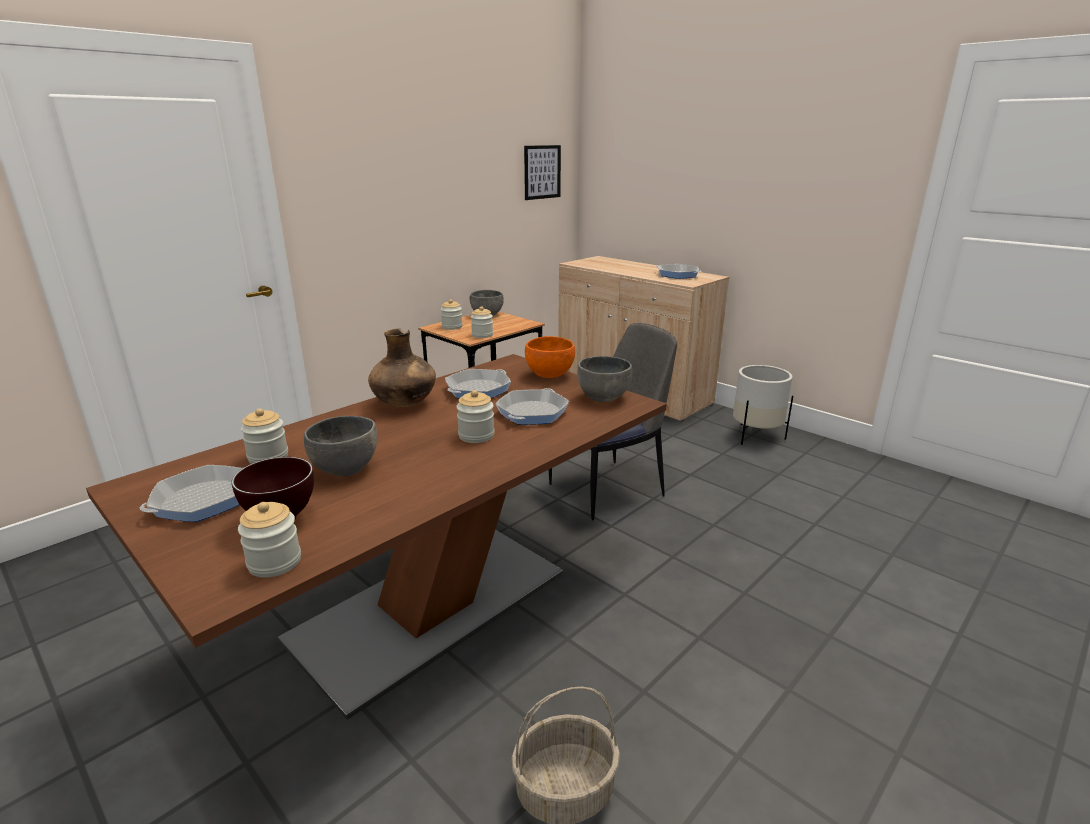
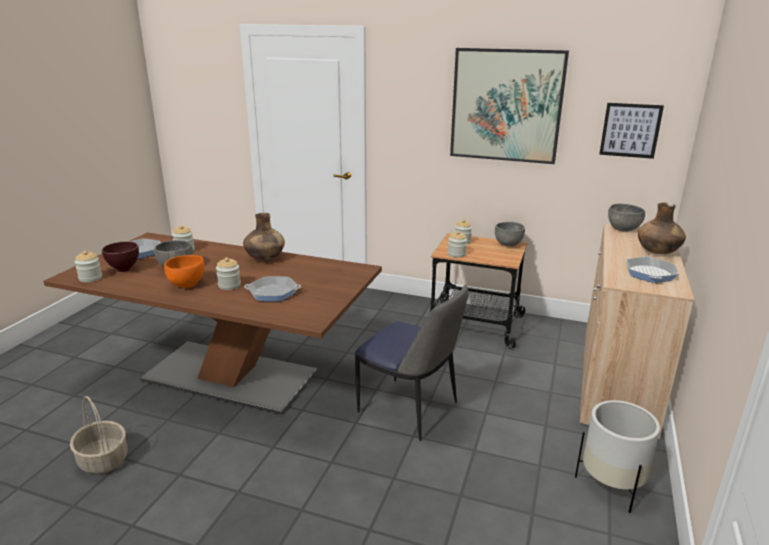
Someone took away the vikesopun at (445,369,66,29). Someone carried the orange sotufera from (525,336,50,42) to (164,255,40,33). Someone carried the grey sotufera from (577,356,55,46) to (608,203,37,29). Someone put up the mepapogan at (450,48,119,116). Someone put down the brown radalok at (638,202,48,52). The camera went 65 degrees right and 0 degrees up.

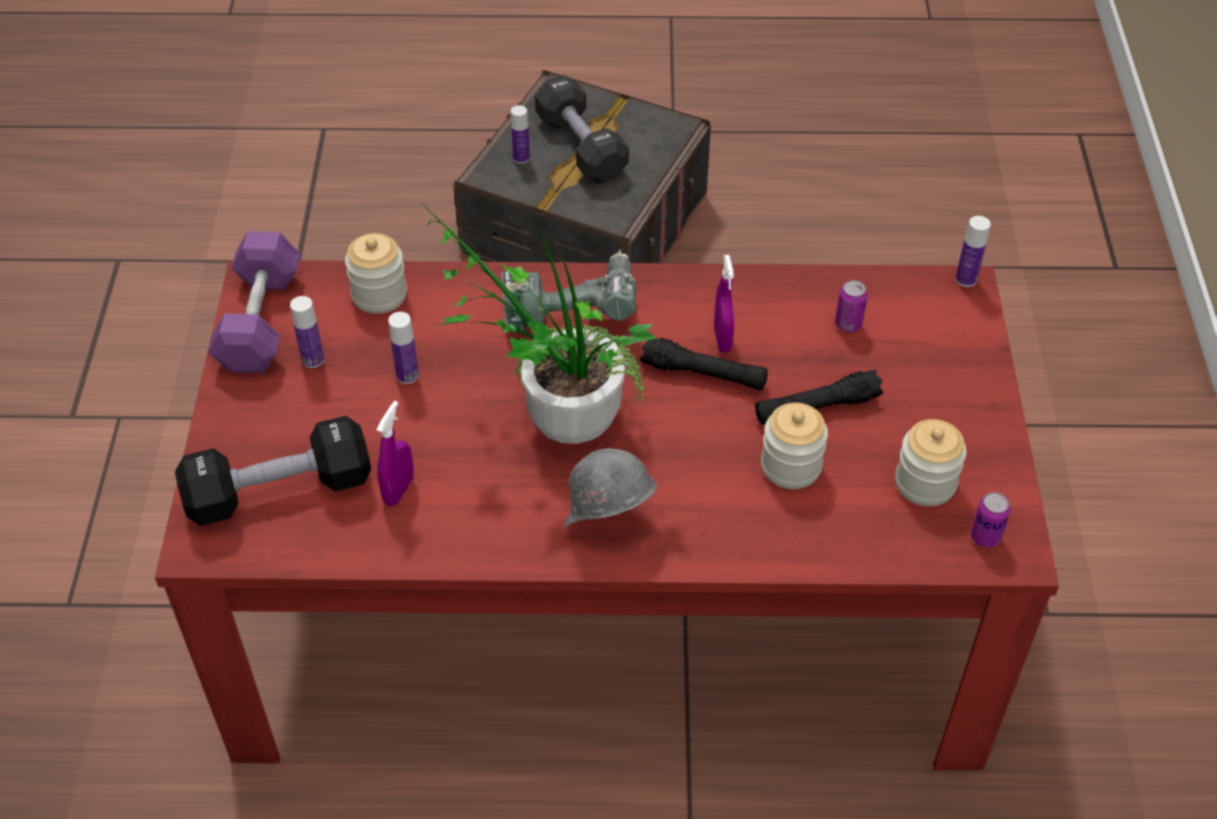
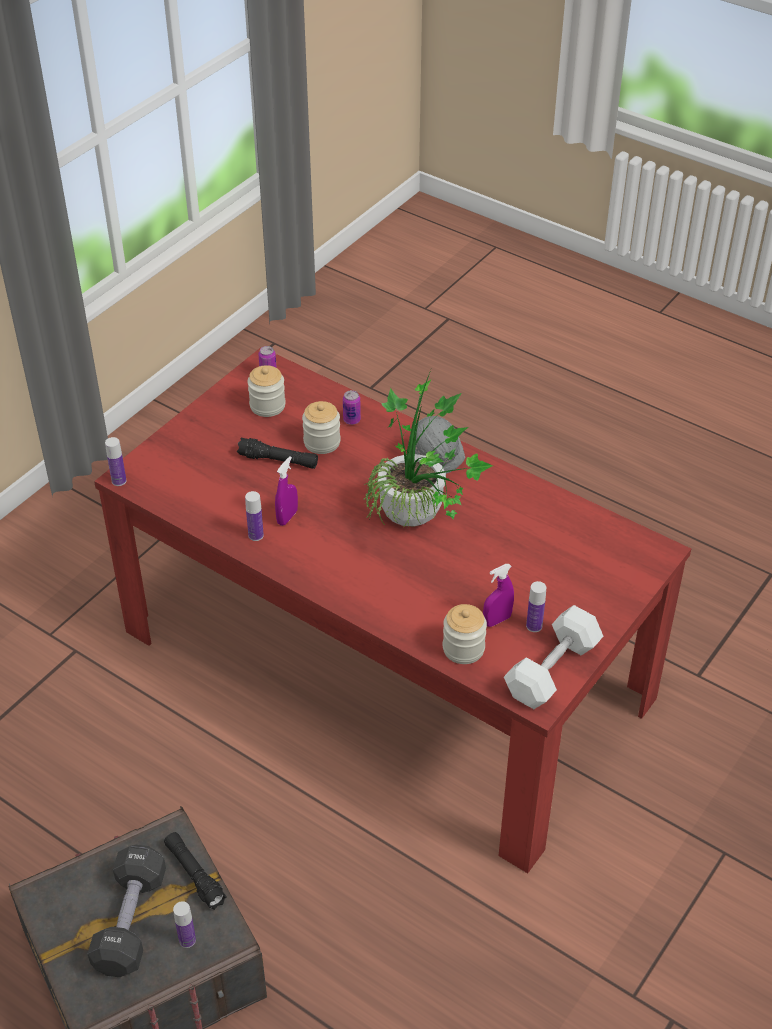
Someone took away the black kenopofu at (175,416,196,110). Someone repainted the purple kenopofu at (208,231,93,142), which became the white kenopofu at (504,605,99,104). Someone carried the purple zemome from (376,401,38,105) to (483,564,31,63). Someone carried the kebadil from (388,312,31,72) to (245,491,19,50). Someone took away the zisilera at (502,249,135,84). Someone carried the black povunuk from (640,338,128,52) to (164,832,63,78). Someone carried the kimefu from (835,280,33,52) to (343,390,18,35). The camera went 145 degrees left and 5 degrees down.

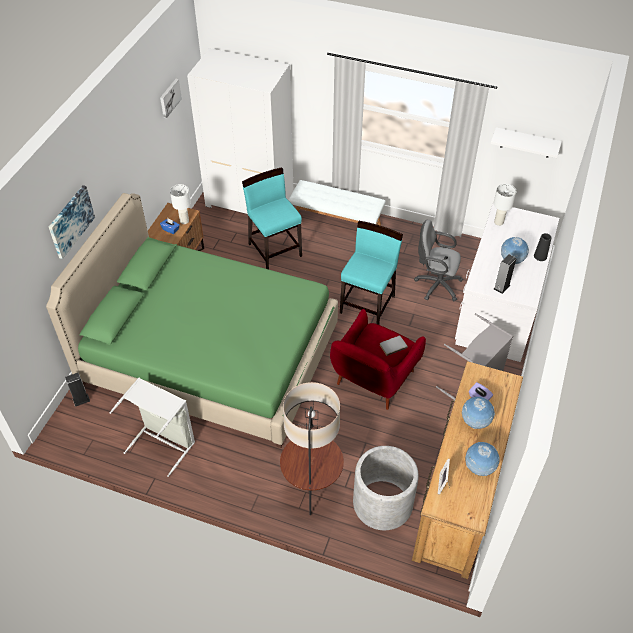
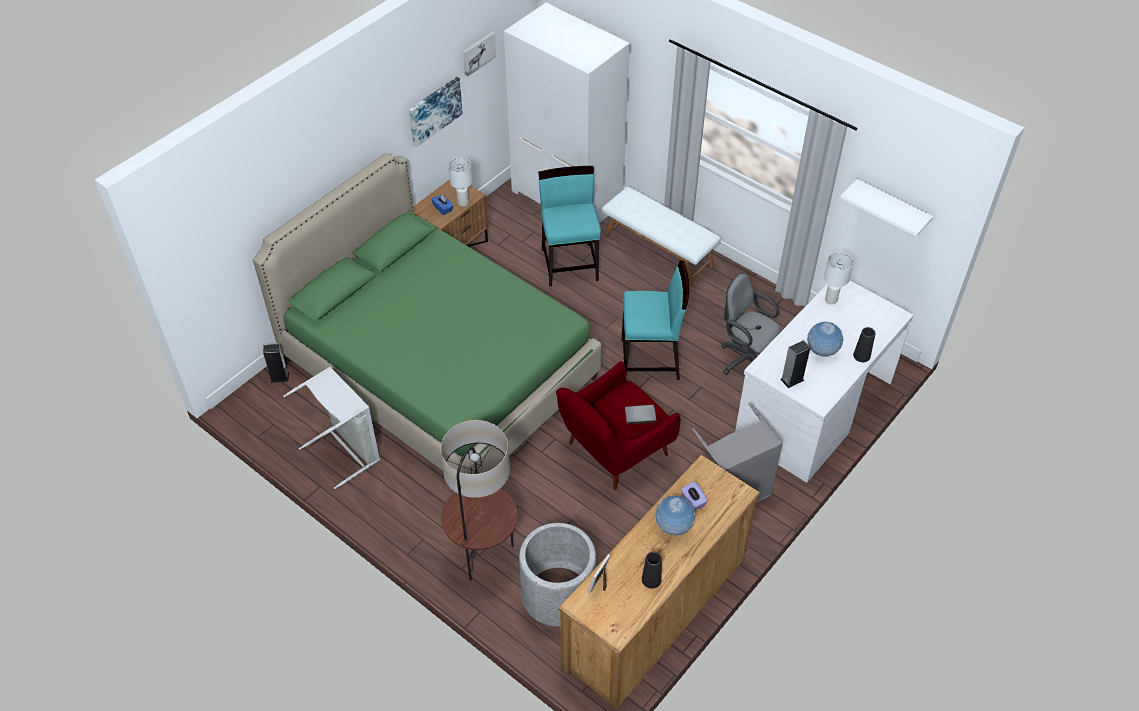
Someone carried the mepapogan from (49,185,46,74) to (409,77,54,70). Someone rotated the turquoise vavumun at (340,221,63,104) by 45 degrees clockwise. Someone swapped the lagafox at (465,442,34,34) for the black radalok at (642,552,20,37). The camera went 20 degrees right and 0 degrees up.

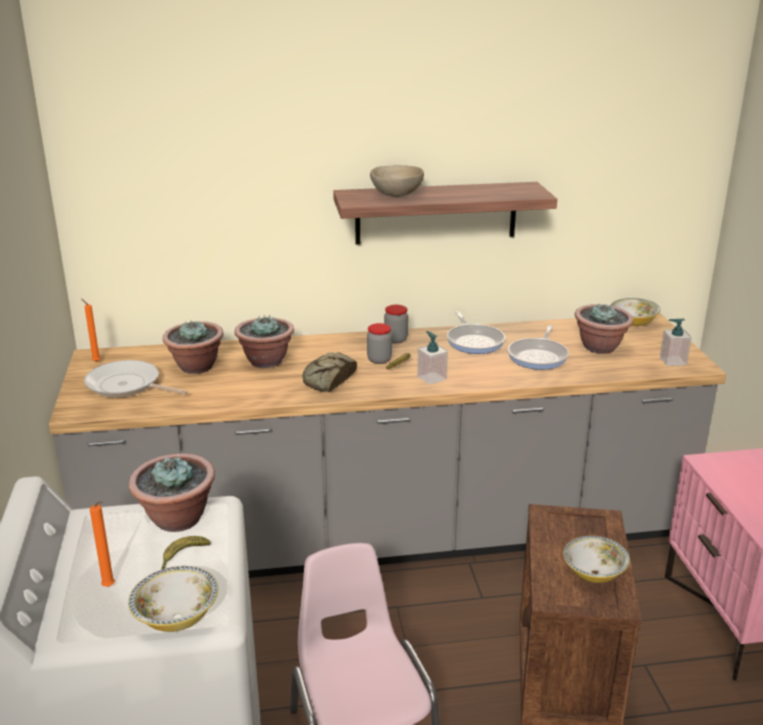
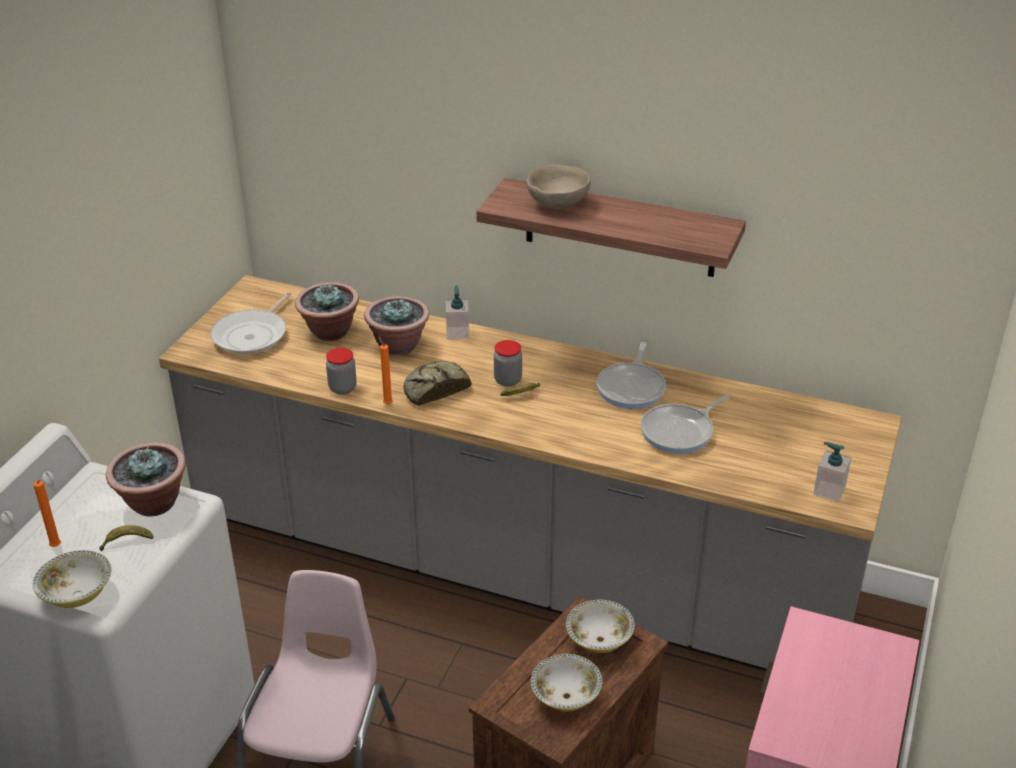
Someone carried the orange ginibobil from (81,298,20,64) to (378,336,15,69). Someone rotated the vikesopun at (84,360,104,38) by 120 degrees counterclockwise. Someone carried the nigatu from (384,305,24,39) to (326,348,31,47). Someone carried the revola from (417,331,31,54) to (446,285,23,55). Someone took away the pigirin at (575,304,58,50). Someone carried the sotufera from (611,298,50,28) to (566,600,69,53). The camera went 30 degrees right and 10 degrees up.

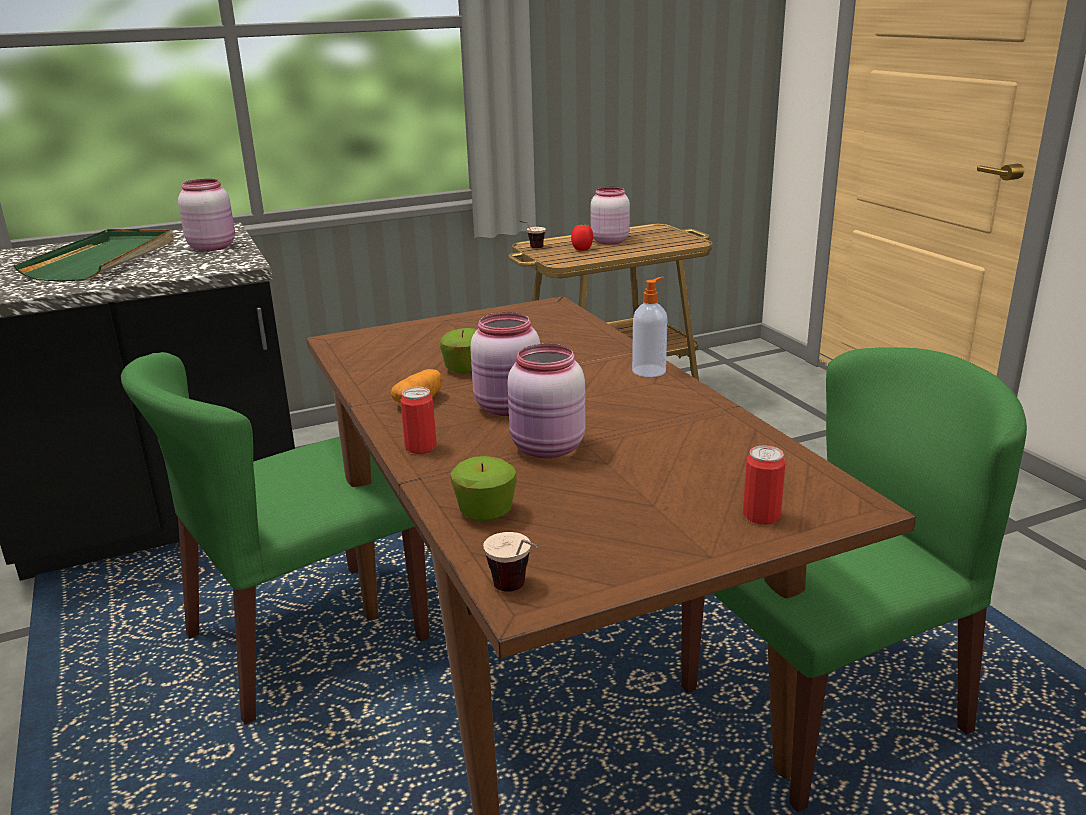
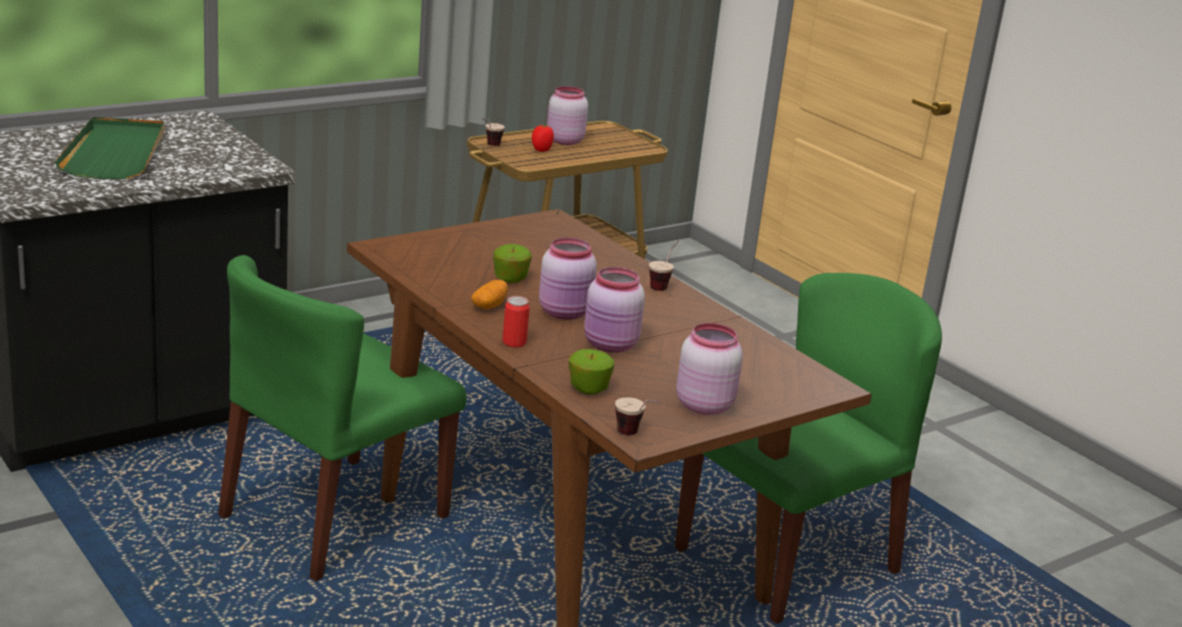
Someone carried the pink nigatu from (178,179,57,72) to (676,323,67,92). Someone swapped the revola at (632,277,36,100) for the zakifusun at (649,240,30,51). Someone took away the kimefu at (743,446,42,78). The camera went 15 degrees left and 0 degrees up.

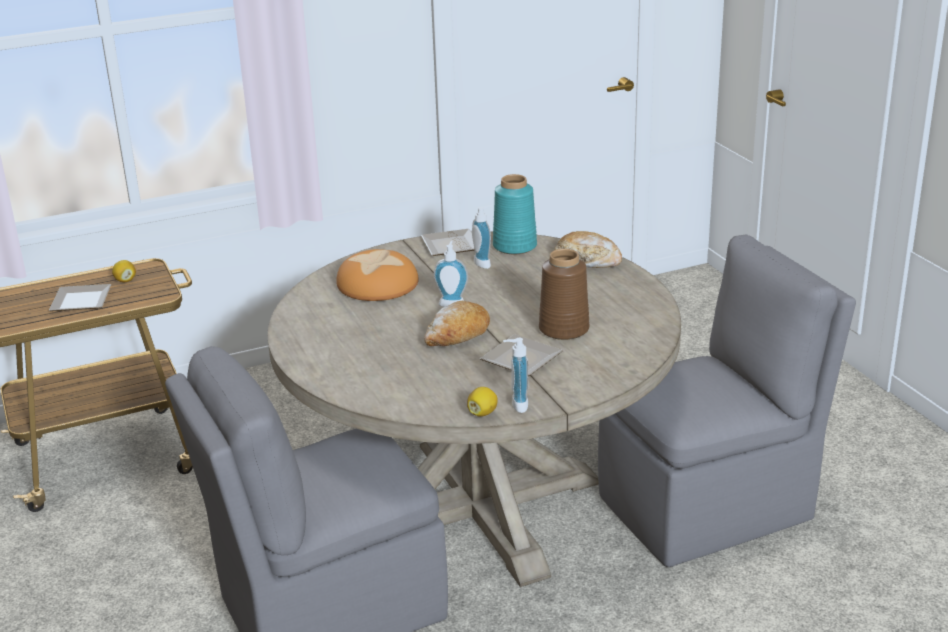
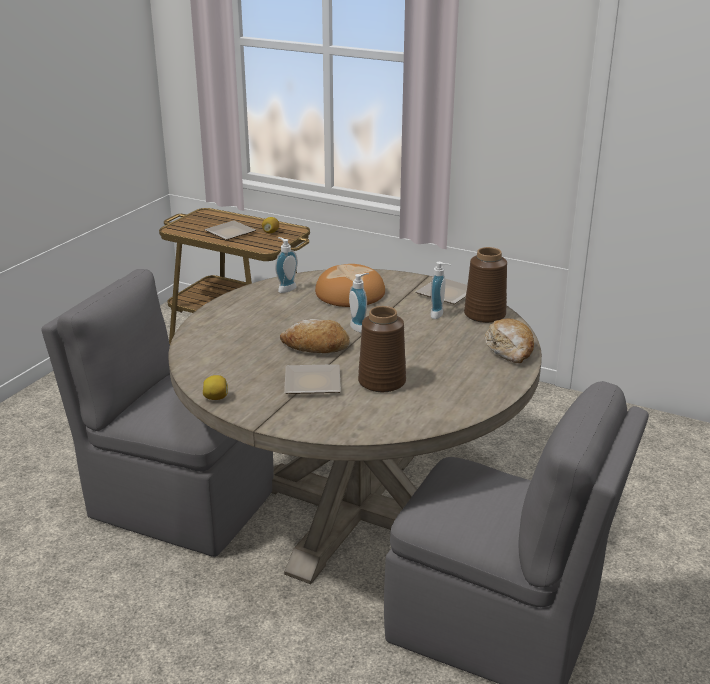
Someone repainted the turquoise radalok at (493,174,44,80), which became the brown radalok at (464,247,43,76). Someone carried the revola from (503,338,25,75) to (275,237,23,56). The camera went 50 degrees right and 0 degrees up.

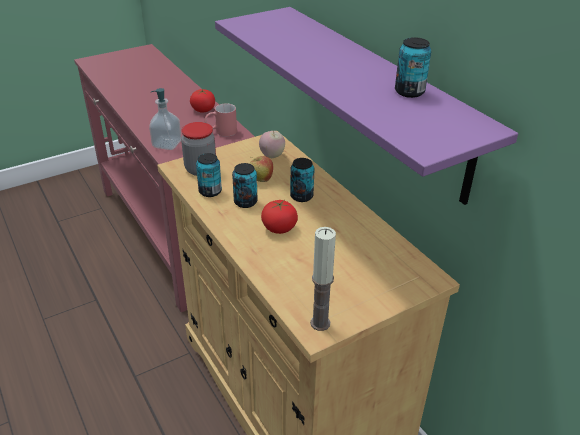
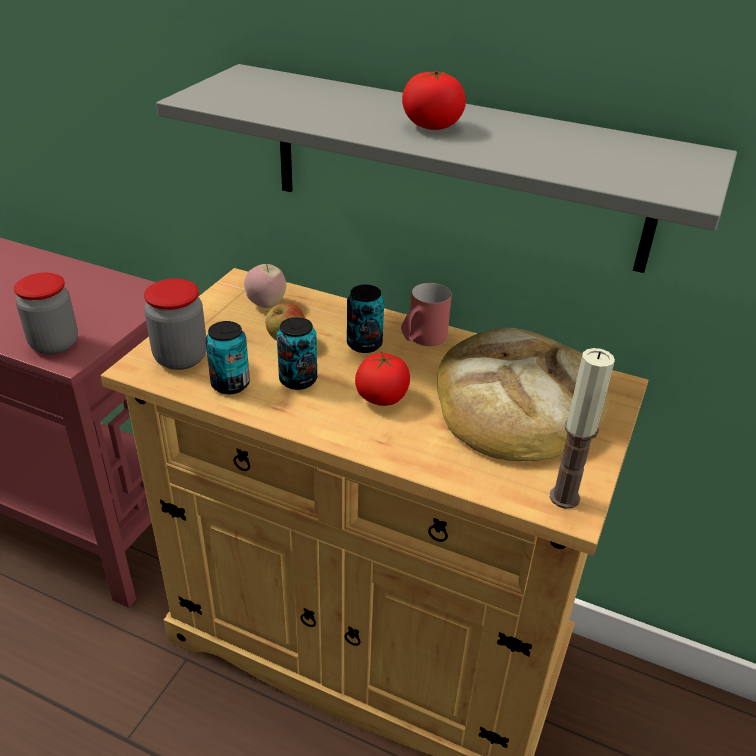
Someone swapped the revola at (149,88,32,62) for the nigatu at (14,273,64,81). Someone carried the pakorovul from (190,89,25,23) to (402,71,64,59). Someone carried the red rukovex from (204,103,33,34) to (401,283,51,63). Someone repainted the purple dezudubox at (215,7,303,198), which became the grey dezudubox at (156,64,581,209). Someone took away the kimefu at (395,37,36,61). Someone put down the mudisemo at (437,328,172,133). The camera went 35 degrees left and 0 degrees up.

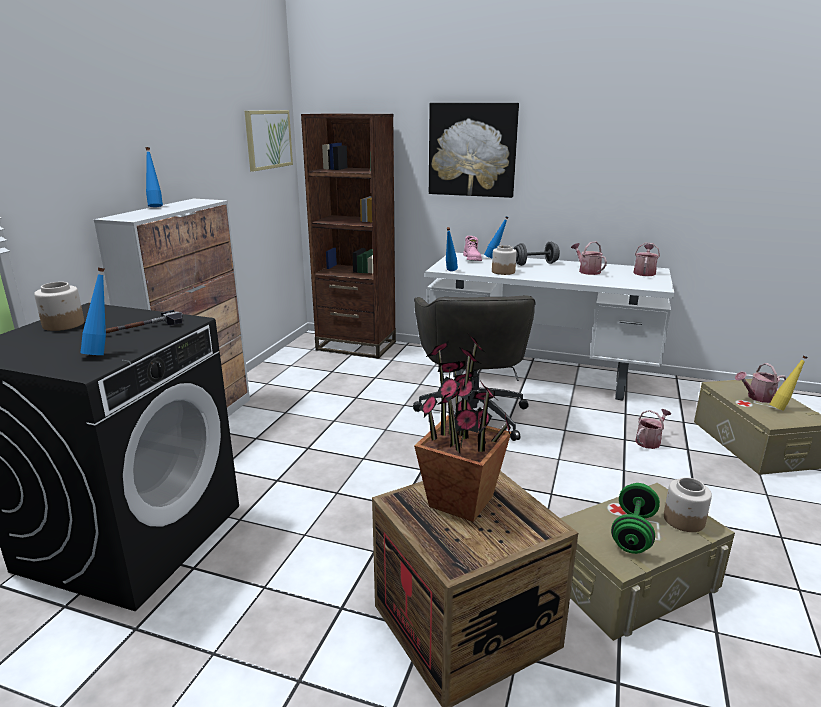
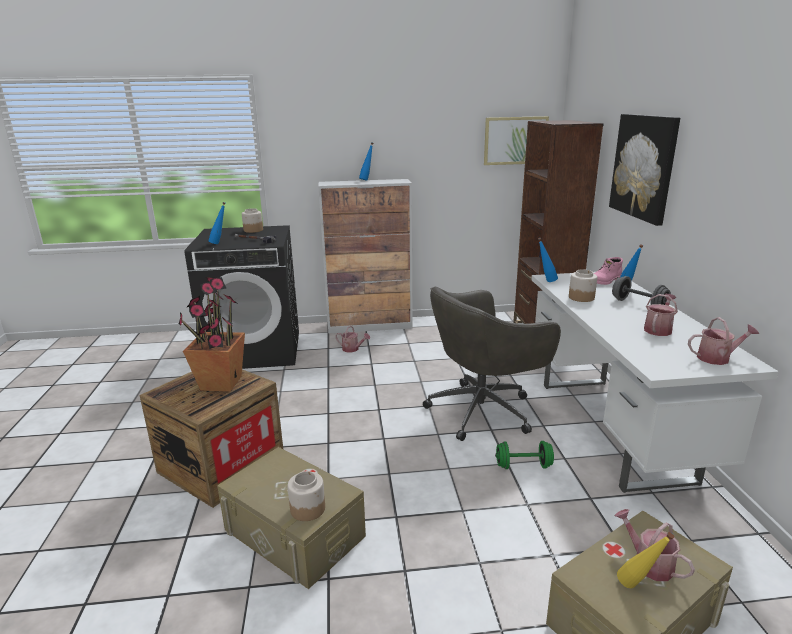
Someone carried the green kenopofu from (611,483,49,71) to (495,441,59,28). Someone carried the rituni from (635,409,37,40) to (336,326,34,27). The camera went 65 degrees right and 0 degrees up.

